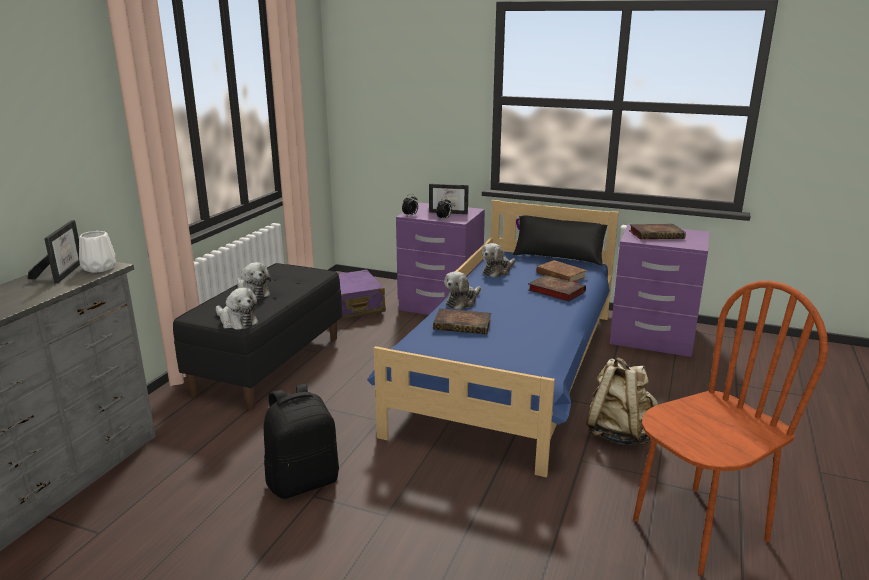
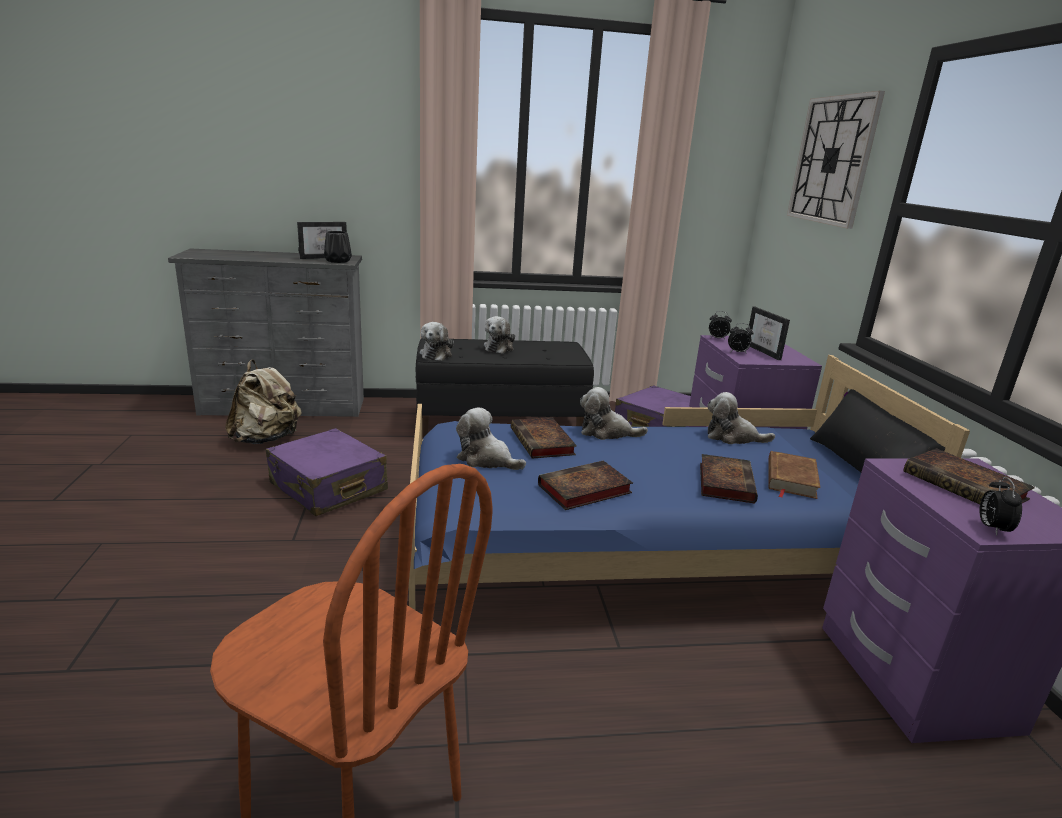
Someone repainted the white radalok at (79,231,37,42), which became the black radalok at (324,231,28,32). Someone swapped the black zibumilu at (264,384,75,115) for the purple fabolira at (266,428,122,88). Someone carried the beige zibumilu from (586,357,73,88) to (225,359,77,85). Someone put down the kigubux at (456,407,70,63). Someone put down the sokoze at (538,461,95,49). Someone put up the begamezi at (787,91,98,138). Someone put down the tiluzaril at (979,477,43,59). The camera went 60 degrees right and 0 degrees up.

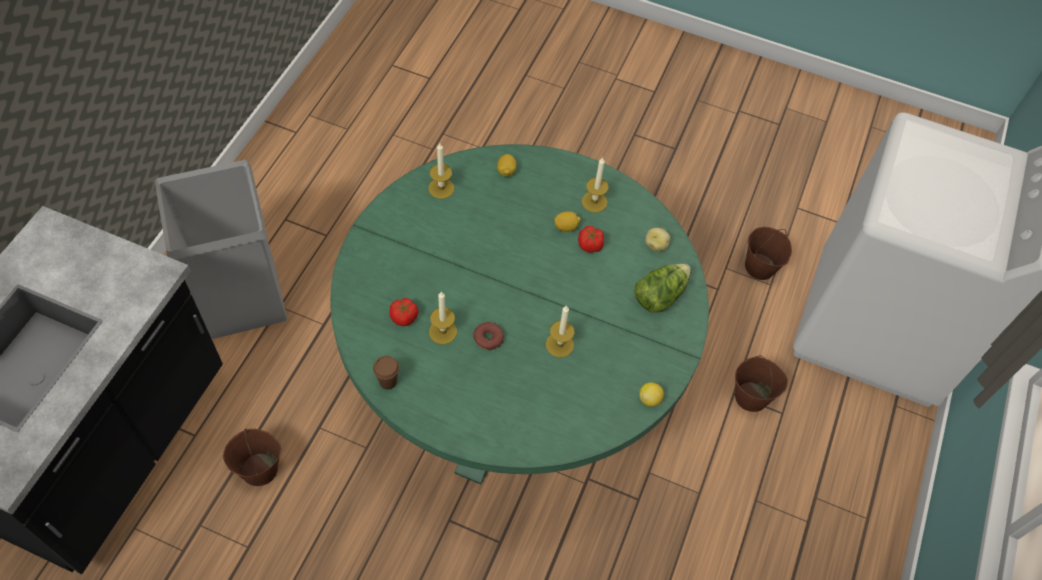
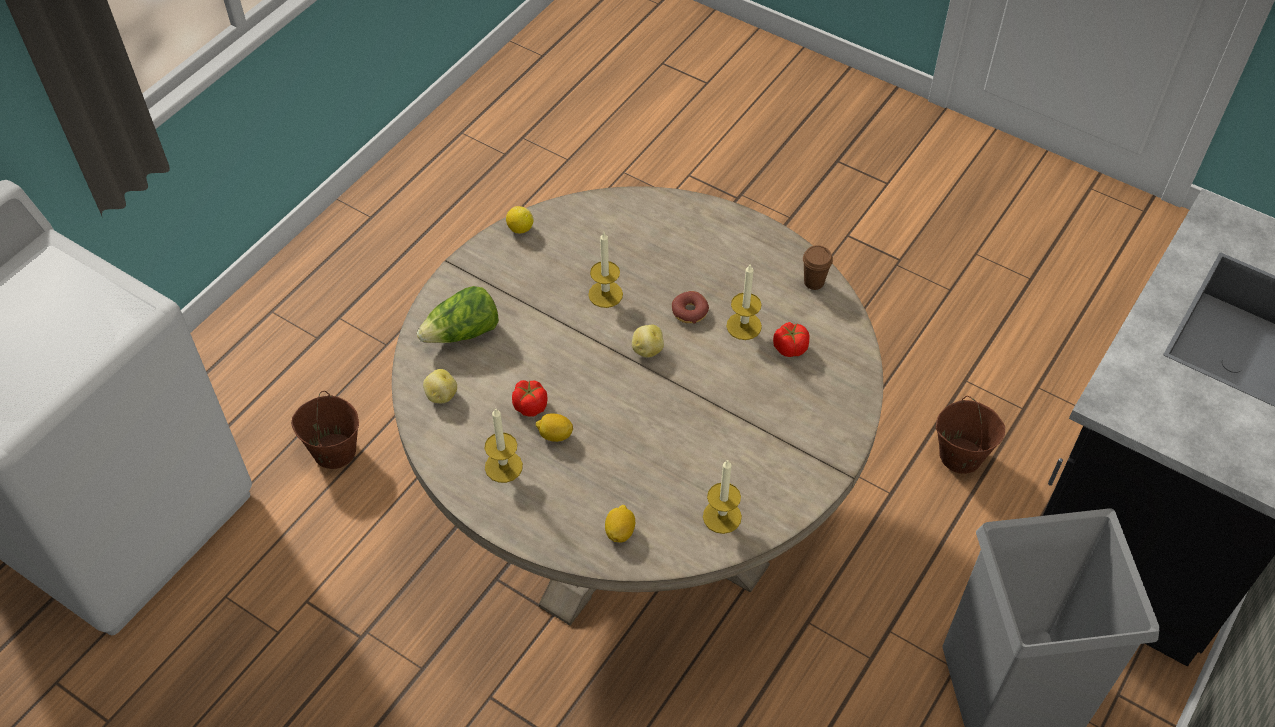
Someone repainted the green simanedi at (330,144,379,341), which became the beige simanedi at (392,186,491,440). Someone took away the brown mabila at (745,227,47,53). Someone put down the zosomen at (632,325,32,33). The camera went 165 degrees left and 5 degrees down.

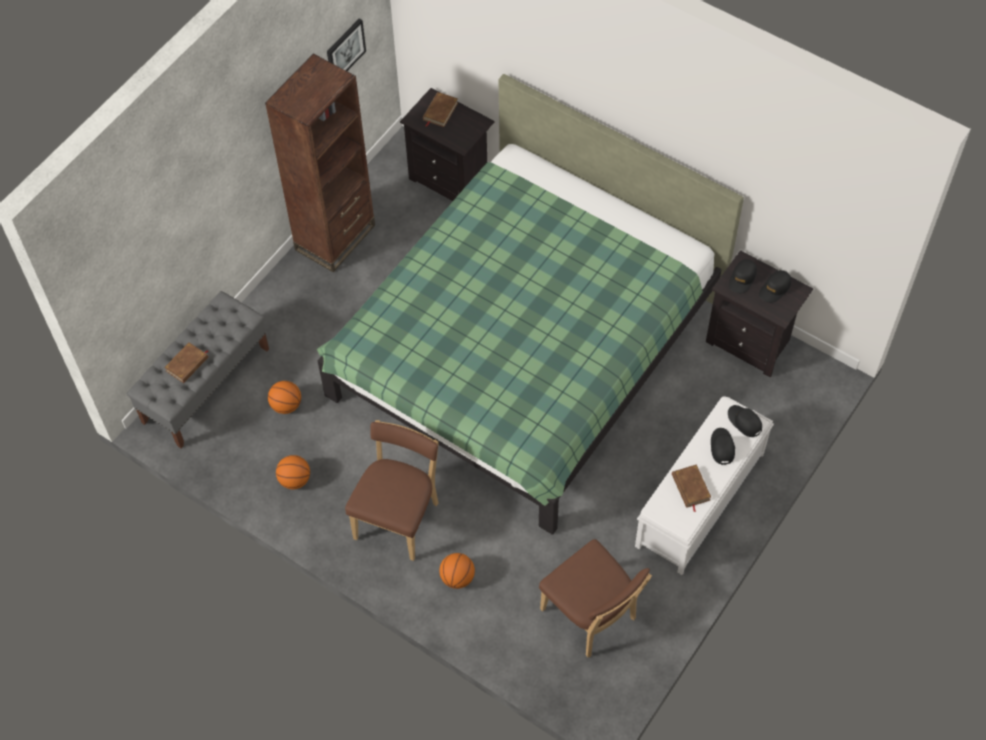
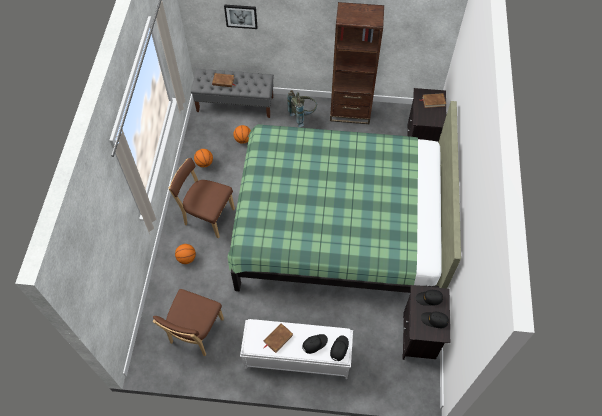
Someone carried the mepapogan from (327,18,39,53) to (224,4,34,25). Someone rotated the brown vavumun at (345,420,94,141) by 150 degrees counterclockwise. Someone put down the grey zibumilu at (287,90,30,37). The camera went 60 degrees right and 0 degrees up.

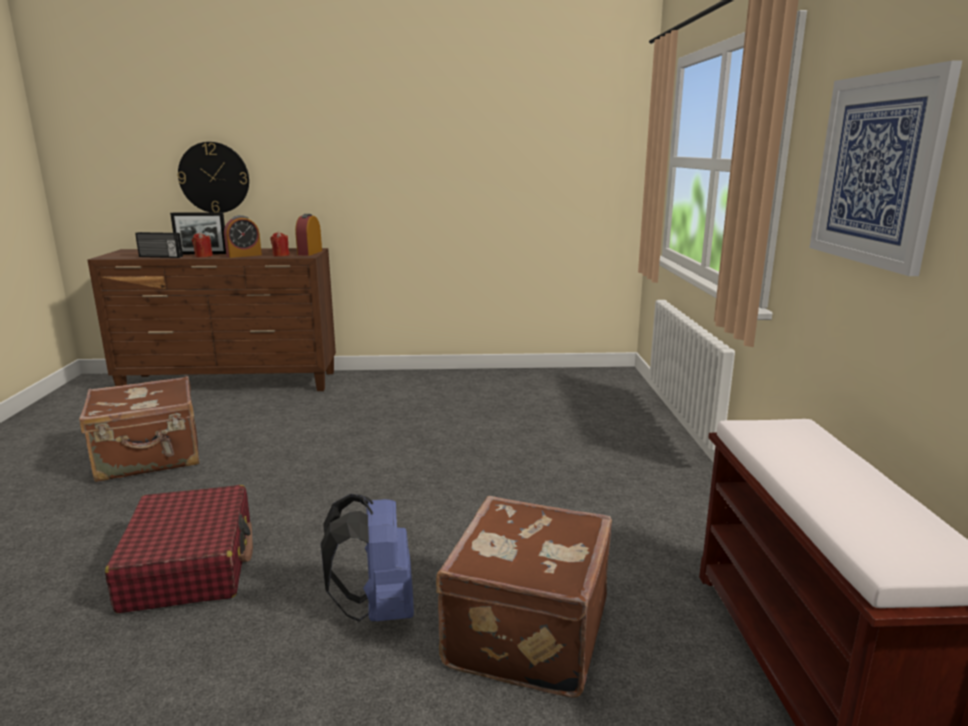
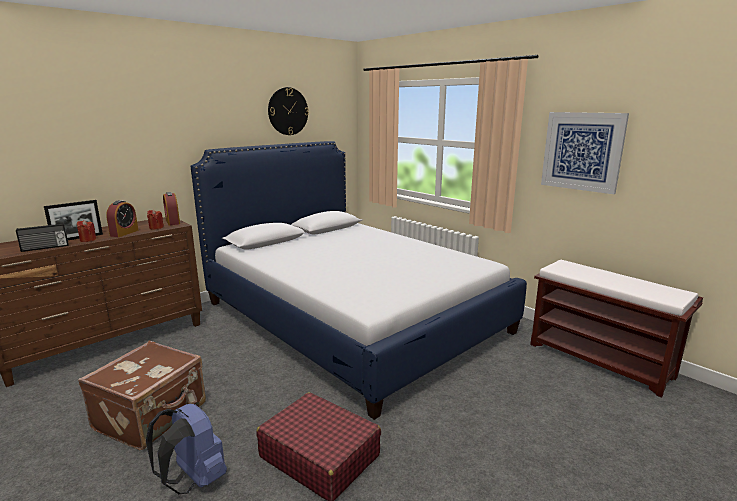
Someone carried the begamezi from (177,142,72,71) to (268,87,41,48). Someone carried the blue zibumilu from (321,494,93,127) to (146,404,81,90). Someone took away the brown fabolira at (436,496,176,202). Someone put down the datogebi at (191,141,336,279). The camera went 40 degrees left and 0 degrees up.

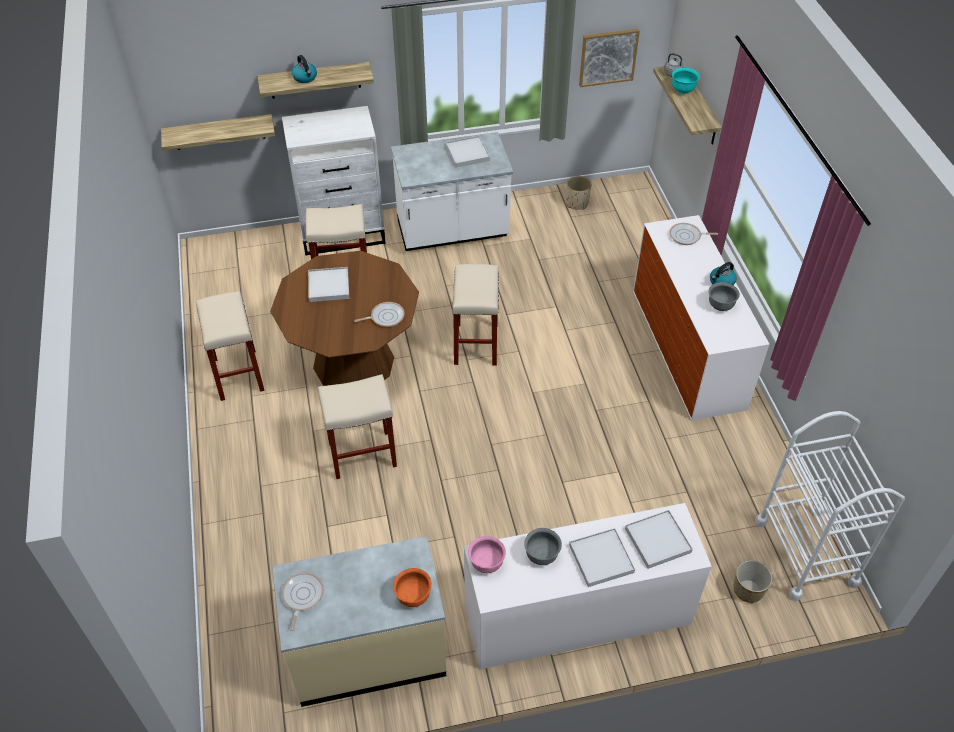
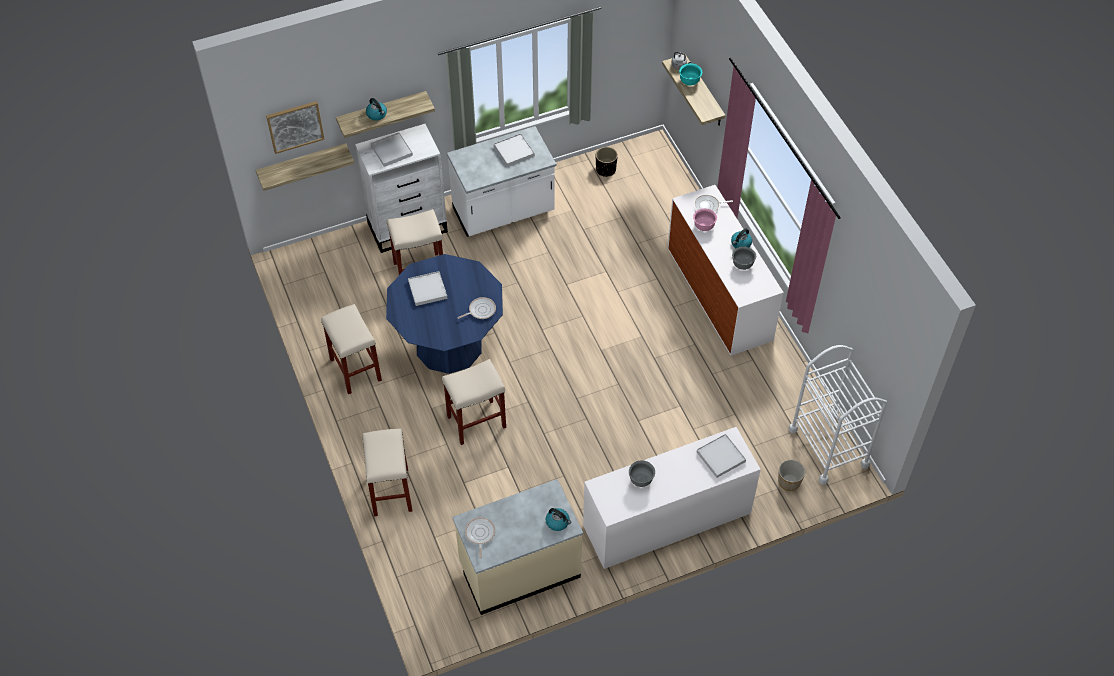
Someone repainted the brown simanedi at (270,251,149,135), which became the blue simanedi at (386,254,117,120). Someone swapped the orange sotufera at (393,568,39,39) for the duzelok at (546,508,25,23). Someone carried the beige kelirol from (452,264,47,102) to (363,428,49,88). Someone carried the pink sotufera from (468,536,38,37) to (693,209,24,22). Someone repainted the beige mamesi at (566,176,26,34), which became the black mamesi at (596,147,22,30). Someone carried the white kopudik from (569,528,66,59) to (371,132,42,35). Someone carried the mepapogan from (579,29,61,58) to (266,101,58,53). The camera went 10 degrees left and 5 degrees up.

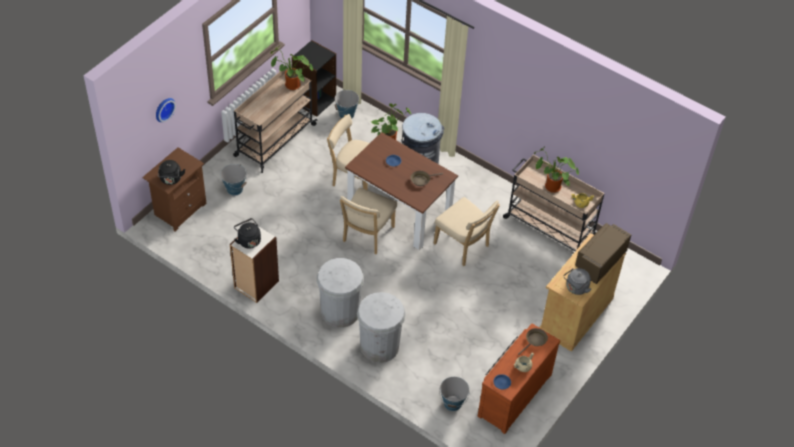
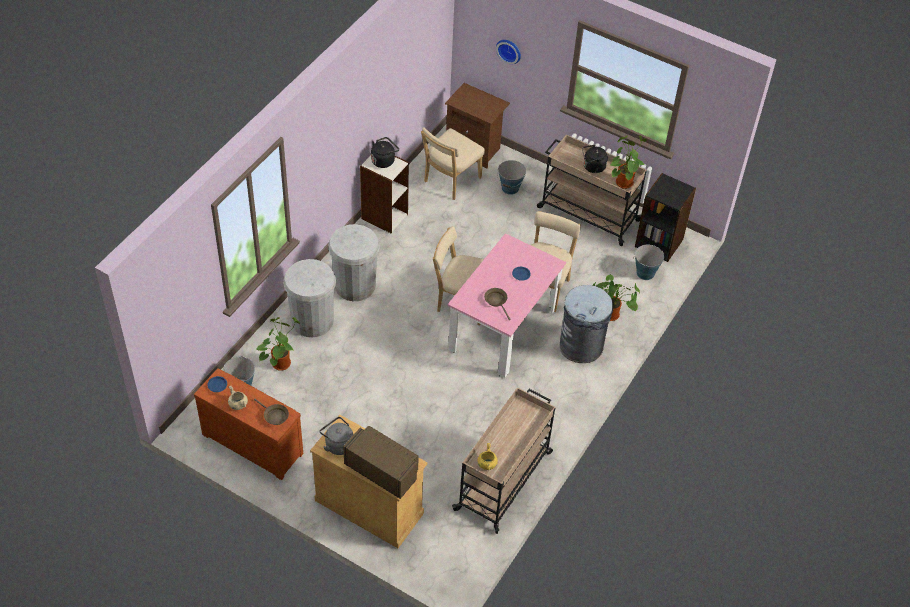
Someone carried the black duzelok from (158,160,27,25) to (582,145,26,28). Someone repainted the brown simanedi at (345,132,113,118), which became the pink simanedi at (448,233,118,145). Someone carried the beige vavumun from (434,197,66,69) to (421,127,64,73). Someone carried the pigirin from (534,146,45,47) to (256,317,44,54). The camera went 85 degrees right and 0 degrees up.

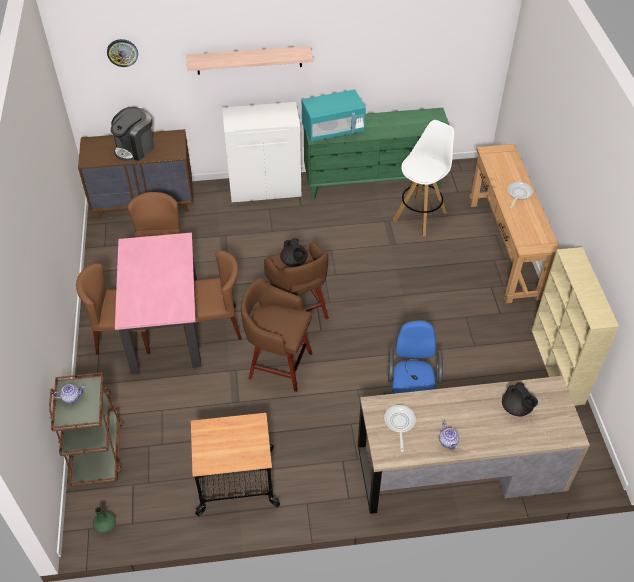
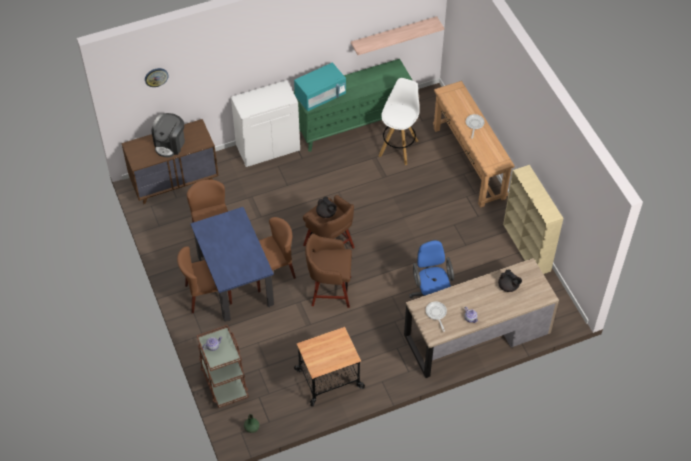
Someone repainted the pink simanedi at (115,233,86,141), which became the blue simanedi at (190,207,84,115). Someone carried the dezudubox from (186,46,127,29) to (351,16,93,39). The camera went 15 degrees left and 5 degrees up.

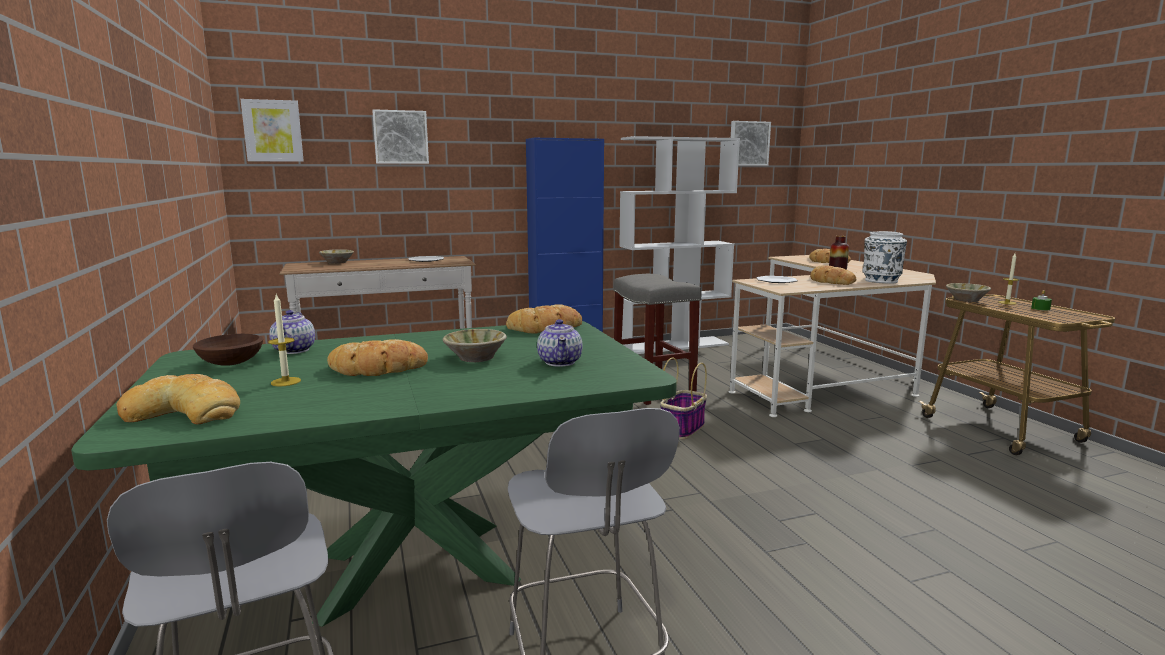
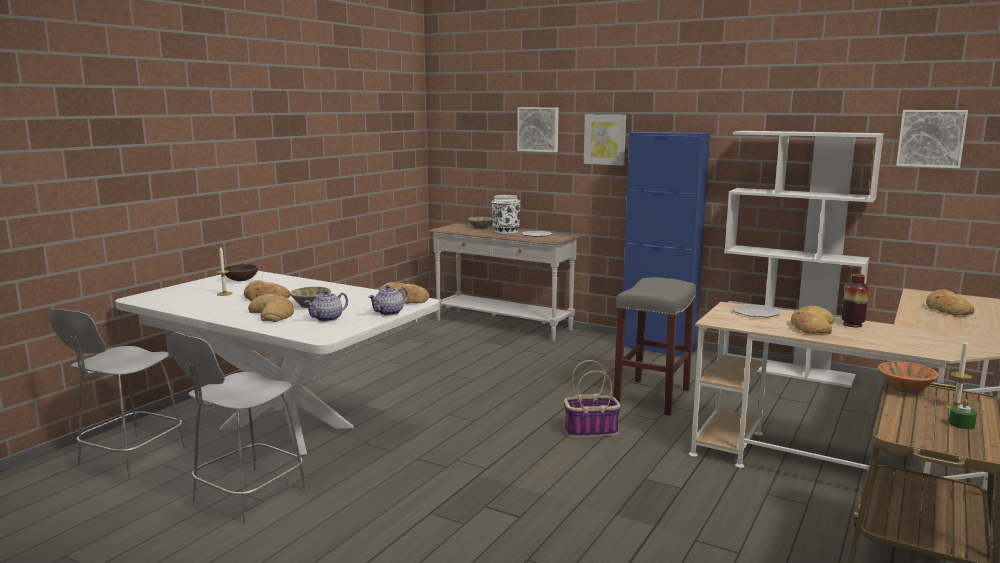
Someone repainted the green simanedi at (71,321,606,306), which became the white simanedi at (115,271,325,184). Someone carried the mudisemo from (116,374,124,50) to (248,294,46,28). Someone carried the mepapogan from (240,99,64,63) to (584,114,42,52). Someone carried the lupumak from (269,310,46,44) to (368,285,40,31). Someone carried the white radalok from (863,231,44,53) to (491,195,29,39). Someone repainted the beige sotufera at (946,283,45,19), which became the orange sotufera at (878,361,61,32). The camera went 50 degrees right and 0 degrees up.

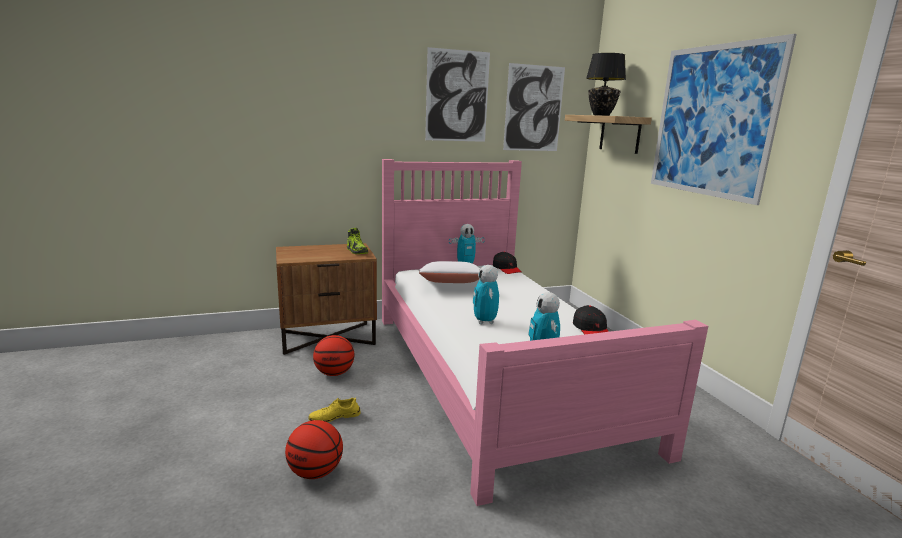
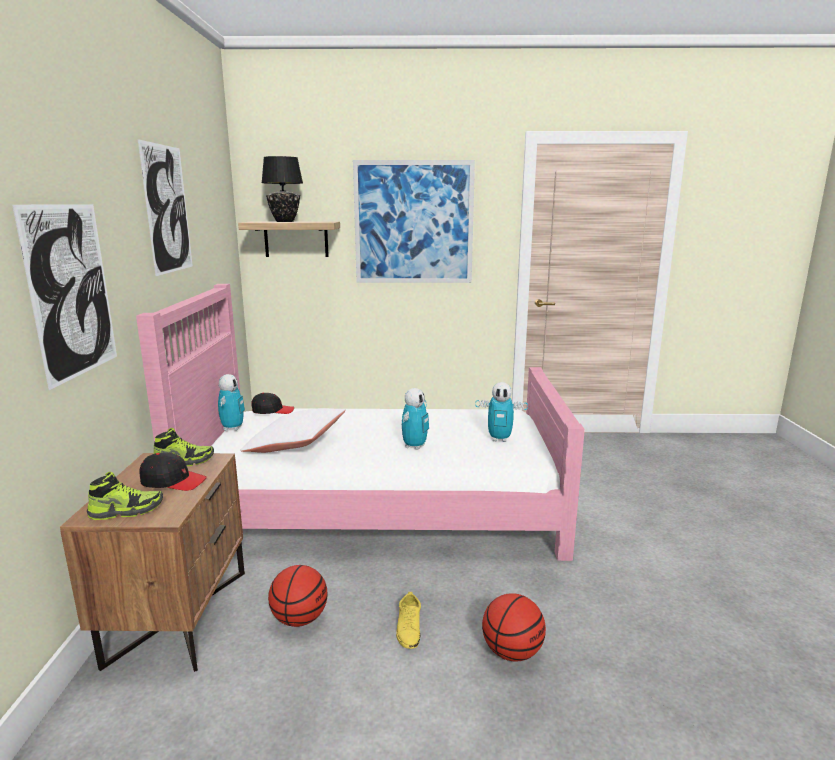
Someone rotated the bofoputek at (473,265,26,59) by 75 degrees counterclockwise. Someone carried the mepapogan from (503,63,62,88) to (12,204,105,186). Someone carried the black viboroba from (573,305,36,29) to (140,453,67,38). Someone put down the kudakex at (87,472,76,48). The camera went 70 degrees left and 0 degrees up.

